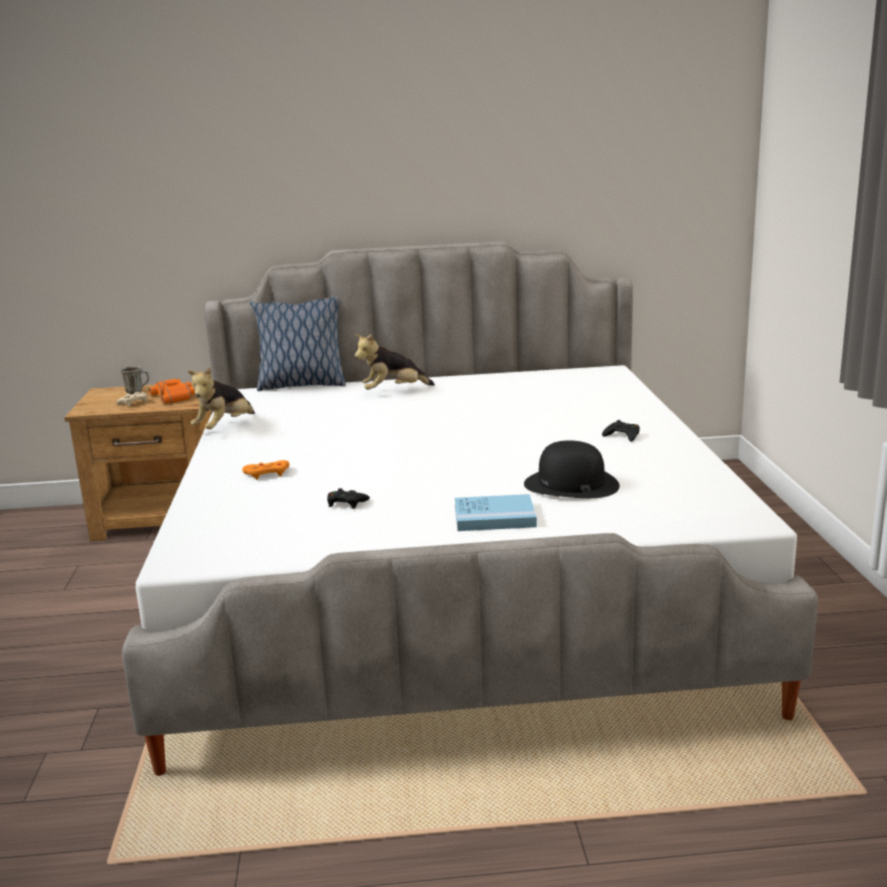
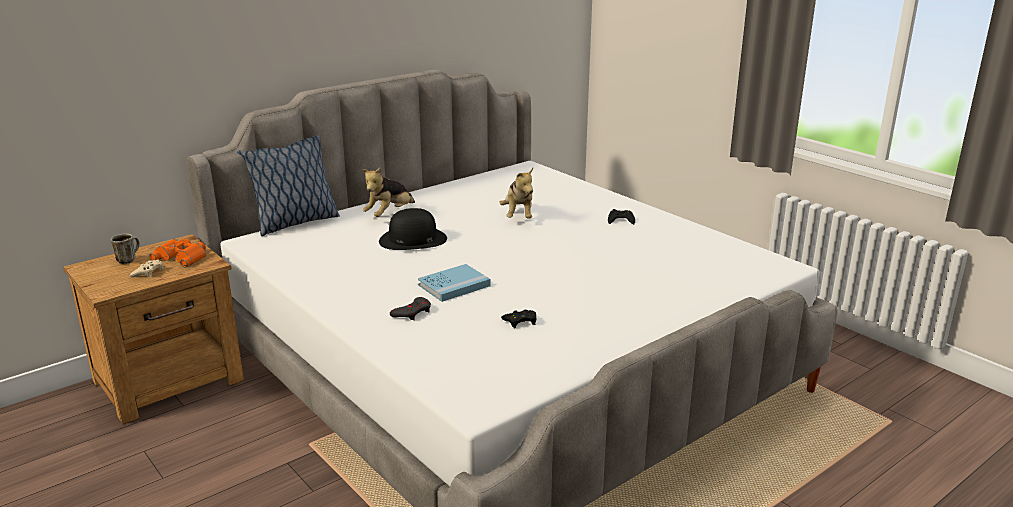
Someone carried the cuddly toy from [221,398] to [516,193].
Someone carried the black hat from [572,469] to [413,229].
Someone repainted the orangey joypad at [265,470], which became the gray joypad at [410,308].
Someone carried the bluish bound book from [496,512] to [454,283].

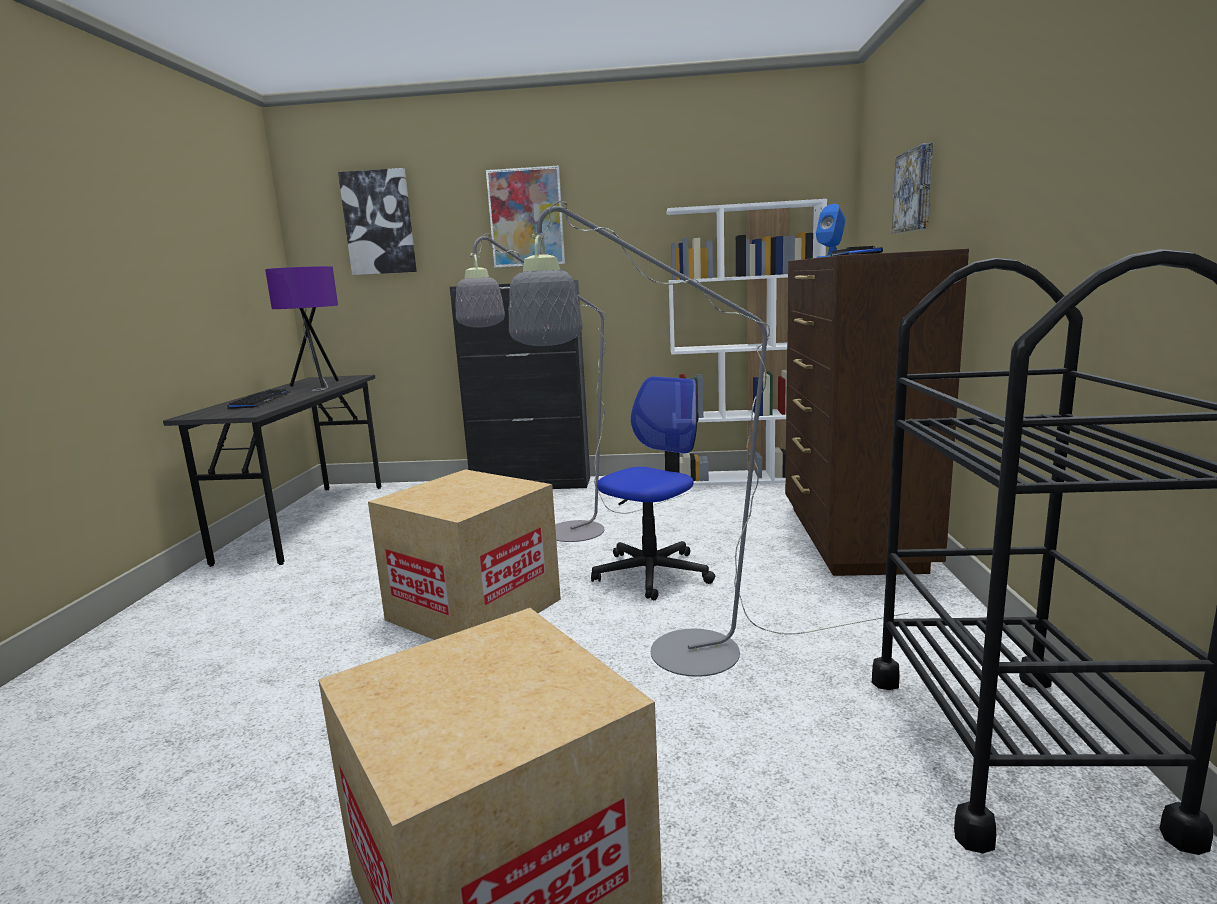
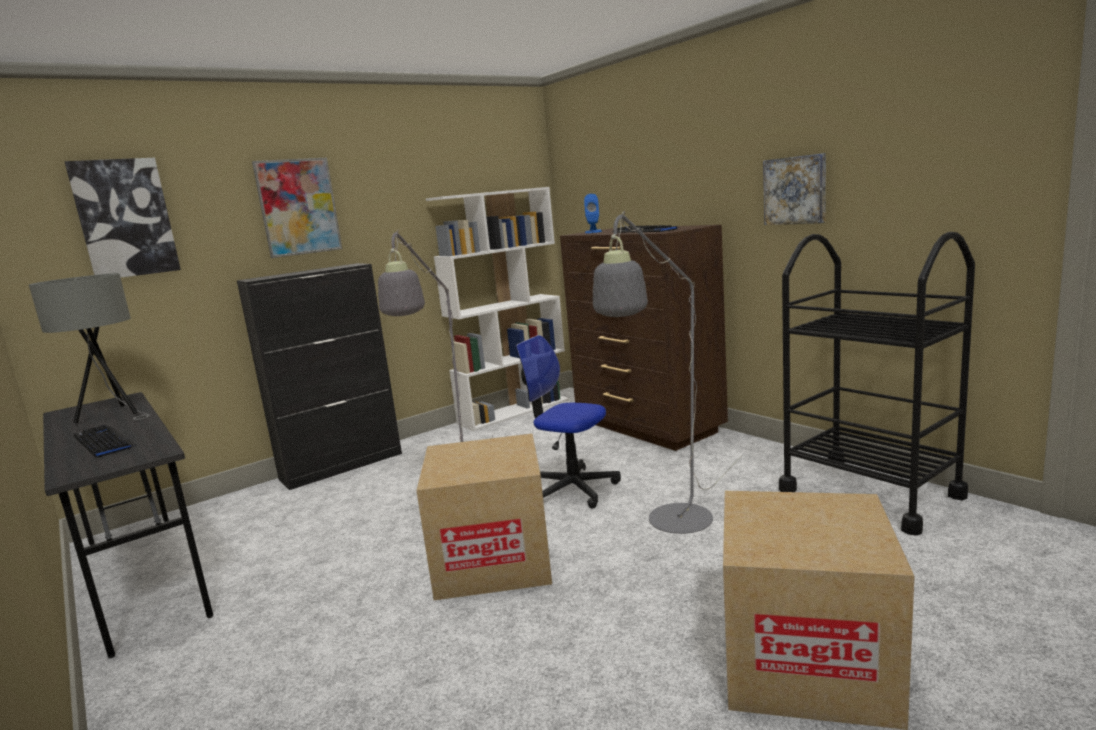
Someone carried the wall art from [912,188] to [794,189].
Someone repainted the purplish lamp for a table at [302,328], which became the gray lamp for a table at [89,348].
Someone rotated the desk chair at [653,488] by 60 degrees counterclockwise.

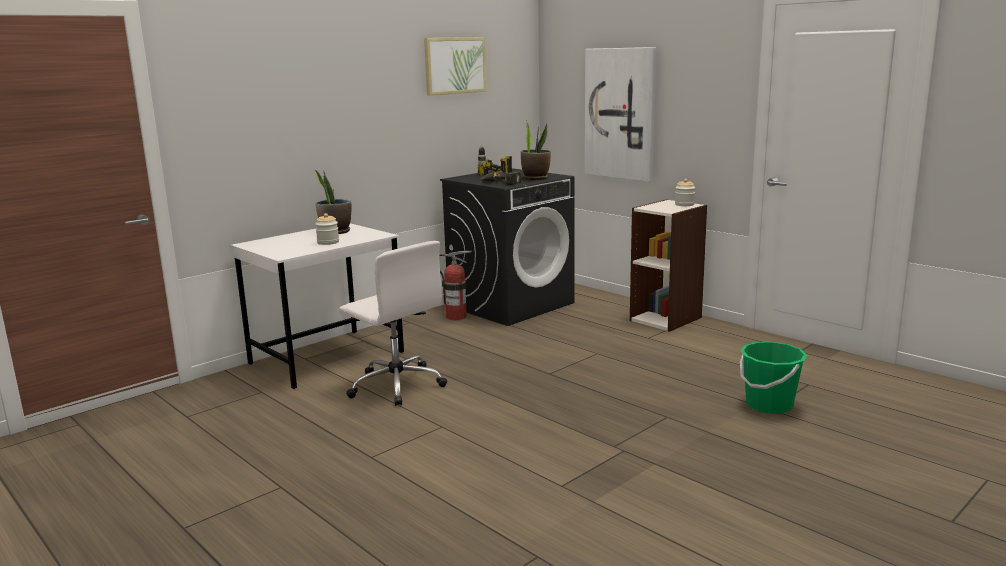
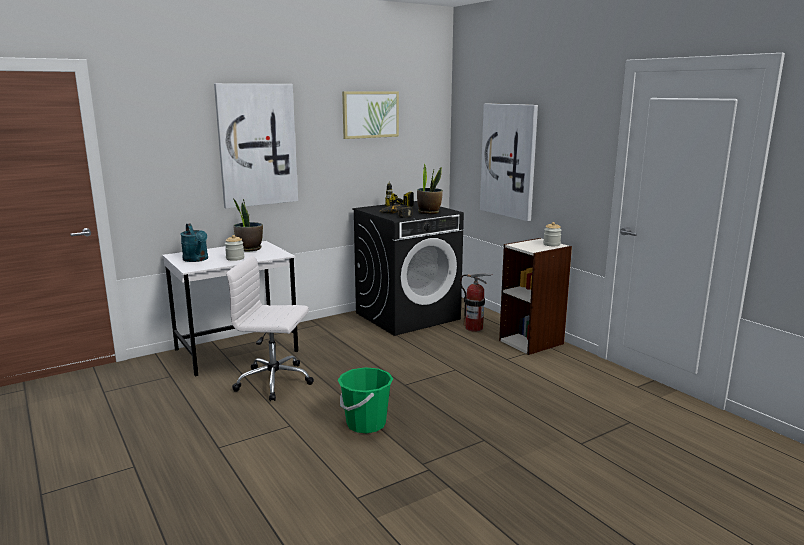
Someone rotated the white desk chair at [393,323] by 135 degrees clockwise.
Someone carried the fire-fighting cylinder from [455,285] to [476,302].
Someone carried the green water bucket from [773,378] to [365,400].
Someone put up the wall art at [256,145].
Someone put down the turquoise-coloured watering pot at [194,242].

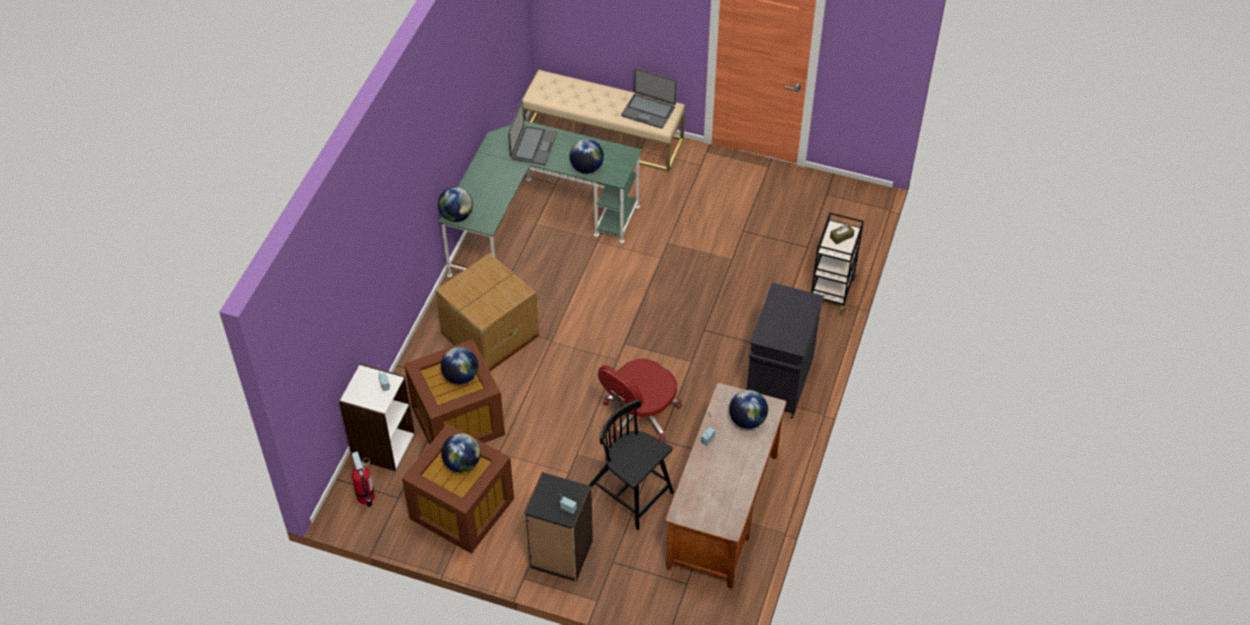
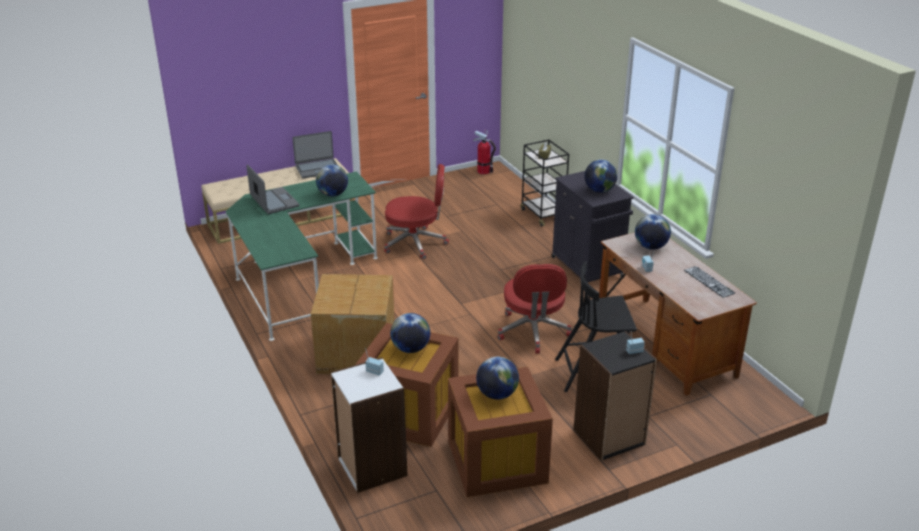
Someone carried the globe from [455,204] to [601,176].
Someone carried the fire-fighting cylinder from [363,479] to [484,151].
Someone put down the red desk chair at [416,211].
Someone put down the keyboard at [709,282].

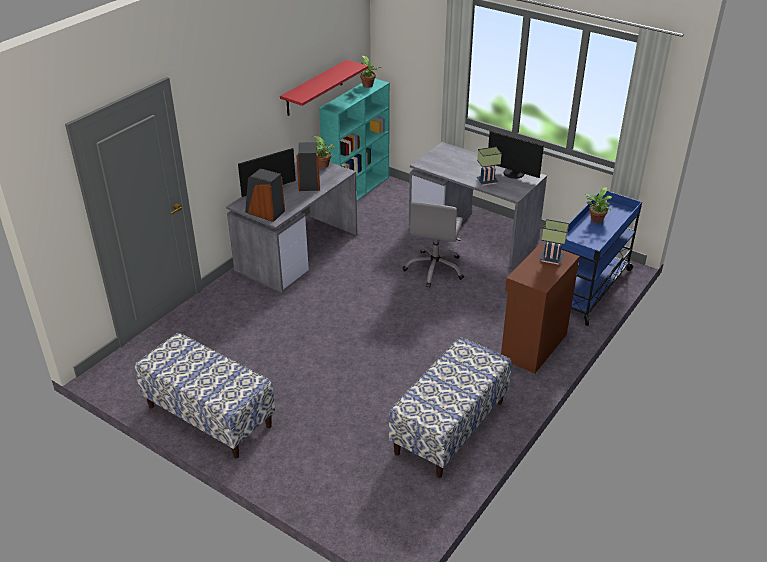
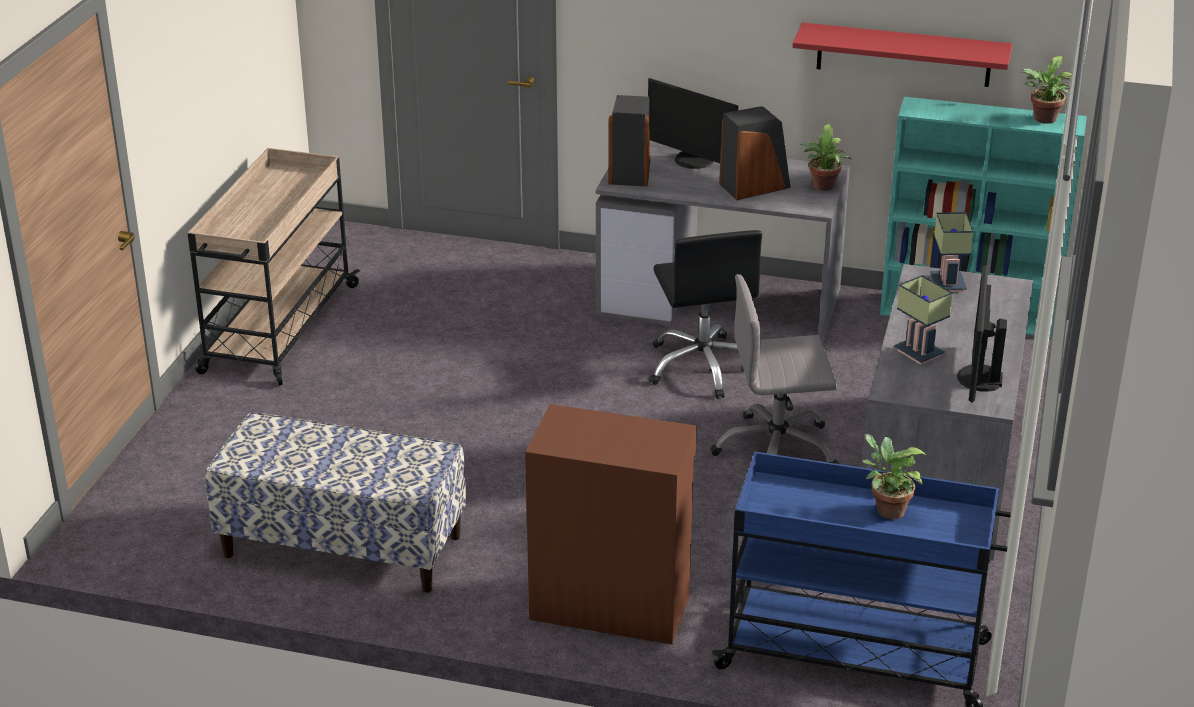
Someone carried the lamp for a table from [554,242] to [952,252].
Someone swapped the indoor bench at [205,395] for the sand-coloured wheeled cart at [273,267].
Someone put down the black desk chair at [705,314].

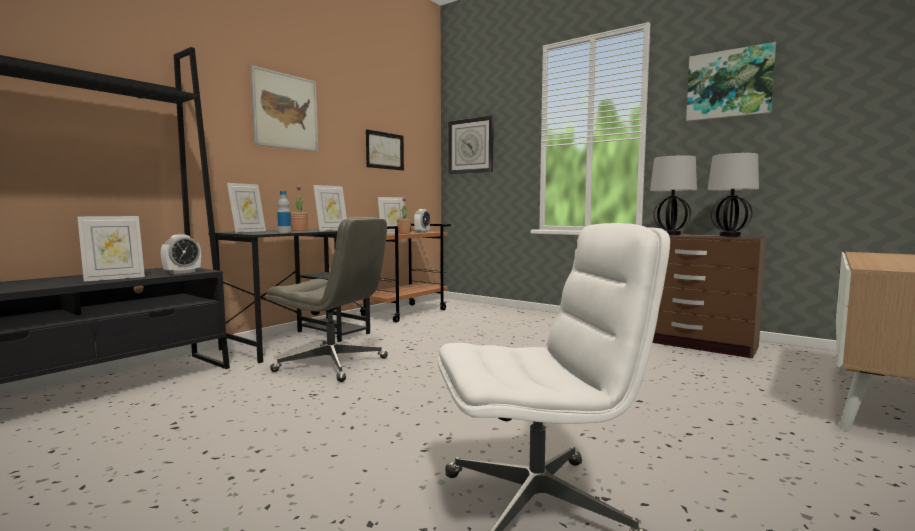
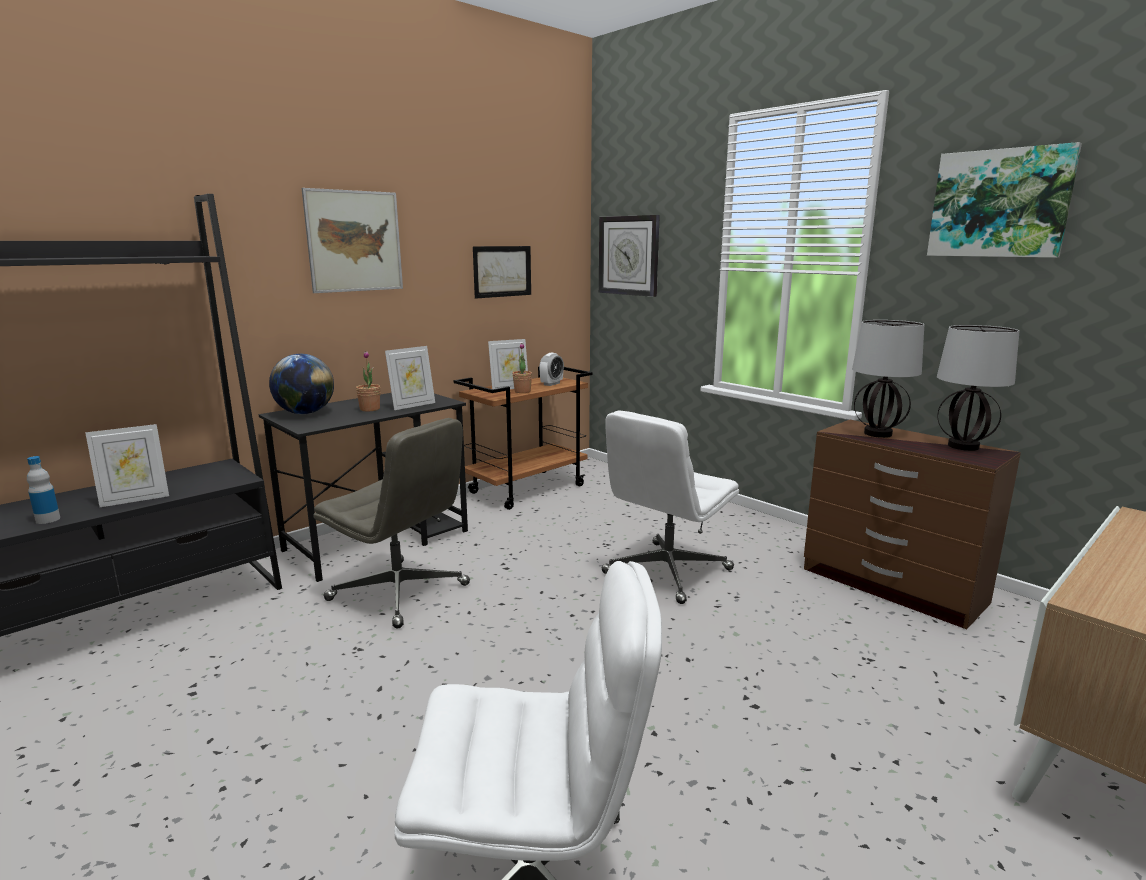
Someone swapped the picture frame at [246,208] for the globe at [301,384].
Someone carried the beverage bottle from [284,212] to [43,490].
Someone took away the alarm clock at [181,254].
Someone put down the white desk chair at [670,507].

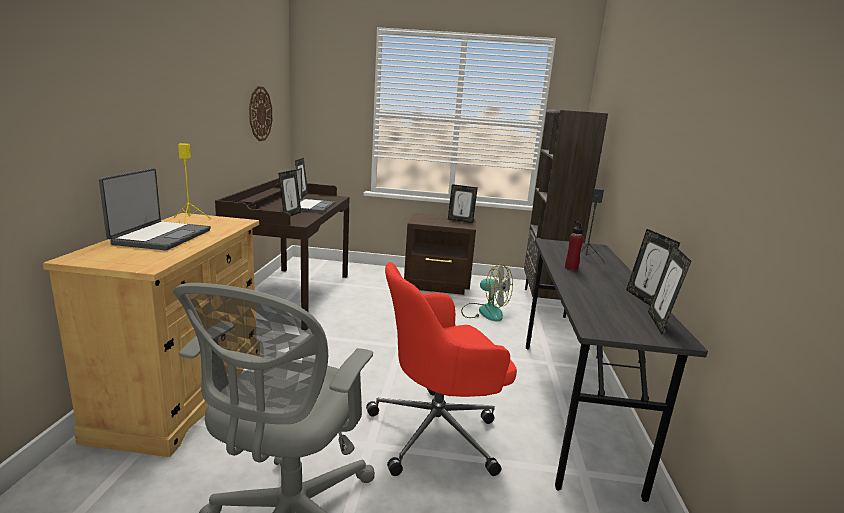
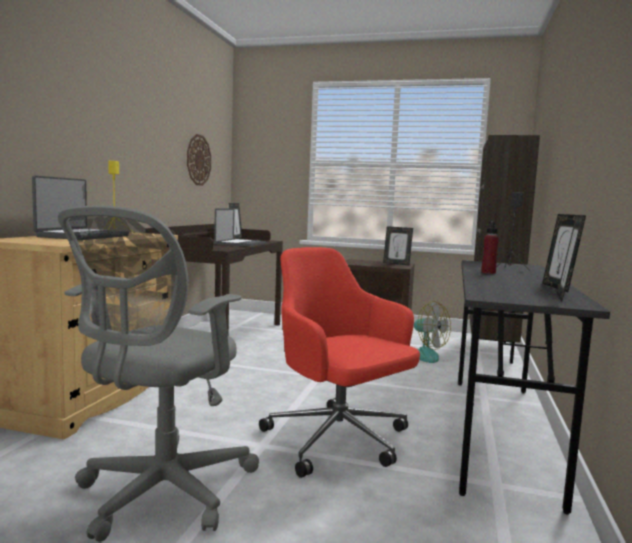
Someone took away the picture frame at [289,193].
Someone rotated the red desk chair at [441,369] by 60 degrees clockwise.

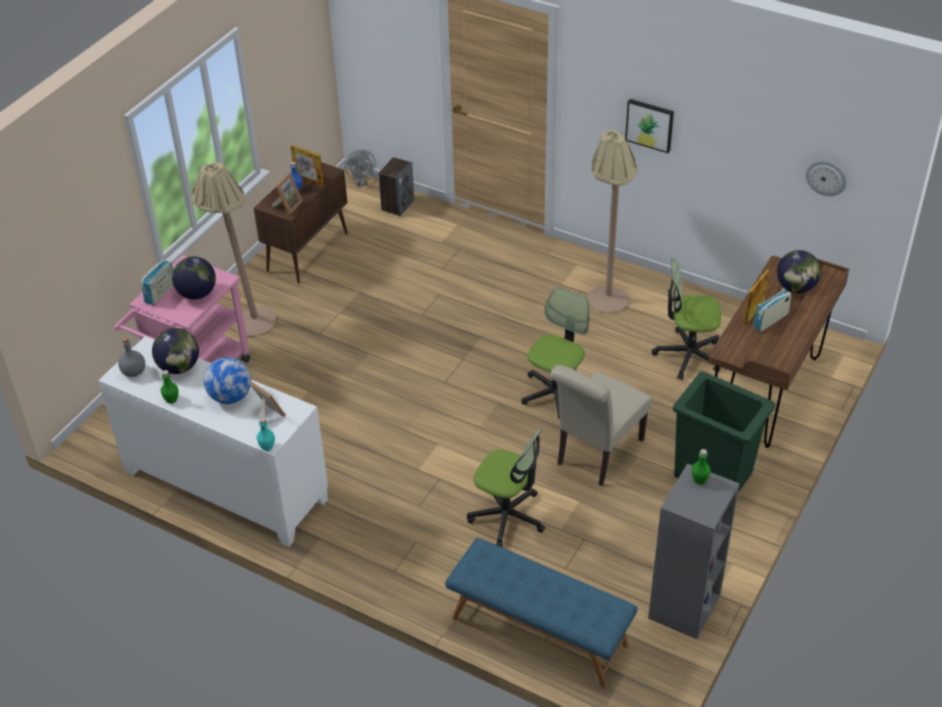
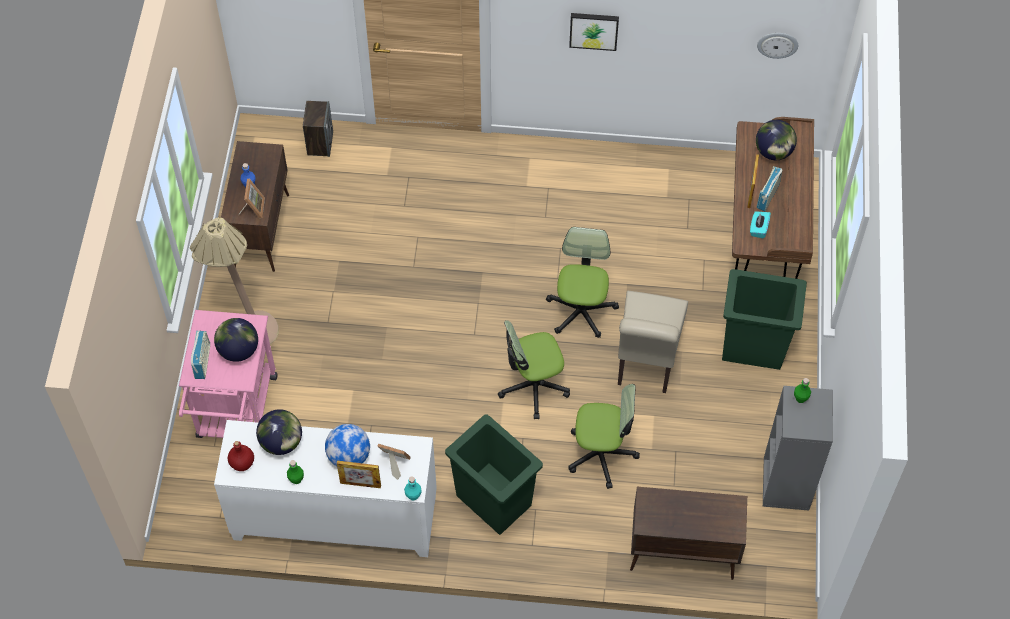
Someone took away the sand-coloured floor lamp at [612,221].
Someone carried the picture frame from [307,166] to [359,474].
Someone took away the gray fan at [359,168].
Someone carried the desk chair from [686,319] to [534,369].
Someone repainted the gray beverage bottle at [131,357], which became the red beverage bottle at [241,456].
Someone swapped the bluish indoor bench at [541,613] for the brown cupboard at [688,533].
Someone put down the turquoise-coloured tissue holder at [760,224].
Someone put down the green rubbish bin at [494,474].

